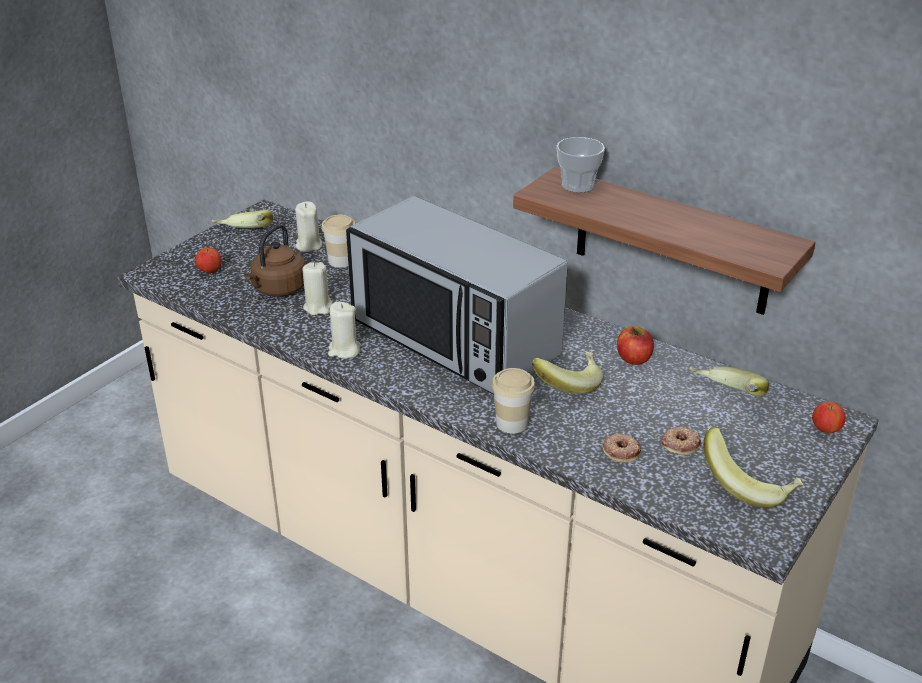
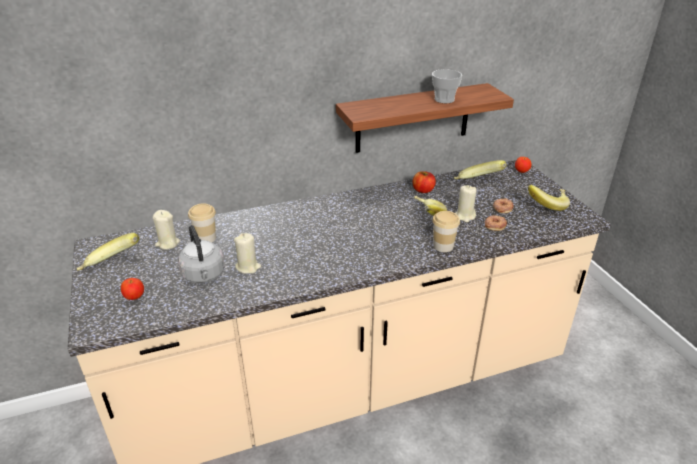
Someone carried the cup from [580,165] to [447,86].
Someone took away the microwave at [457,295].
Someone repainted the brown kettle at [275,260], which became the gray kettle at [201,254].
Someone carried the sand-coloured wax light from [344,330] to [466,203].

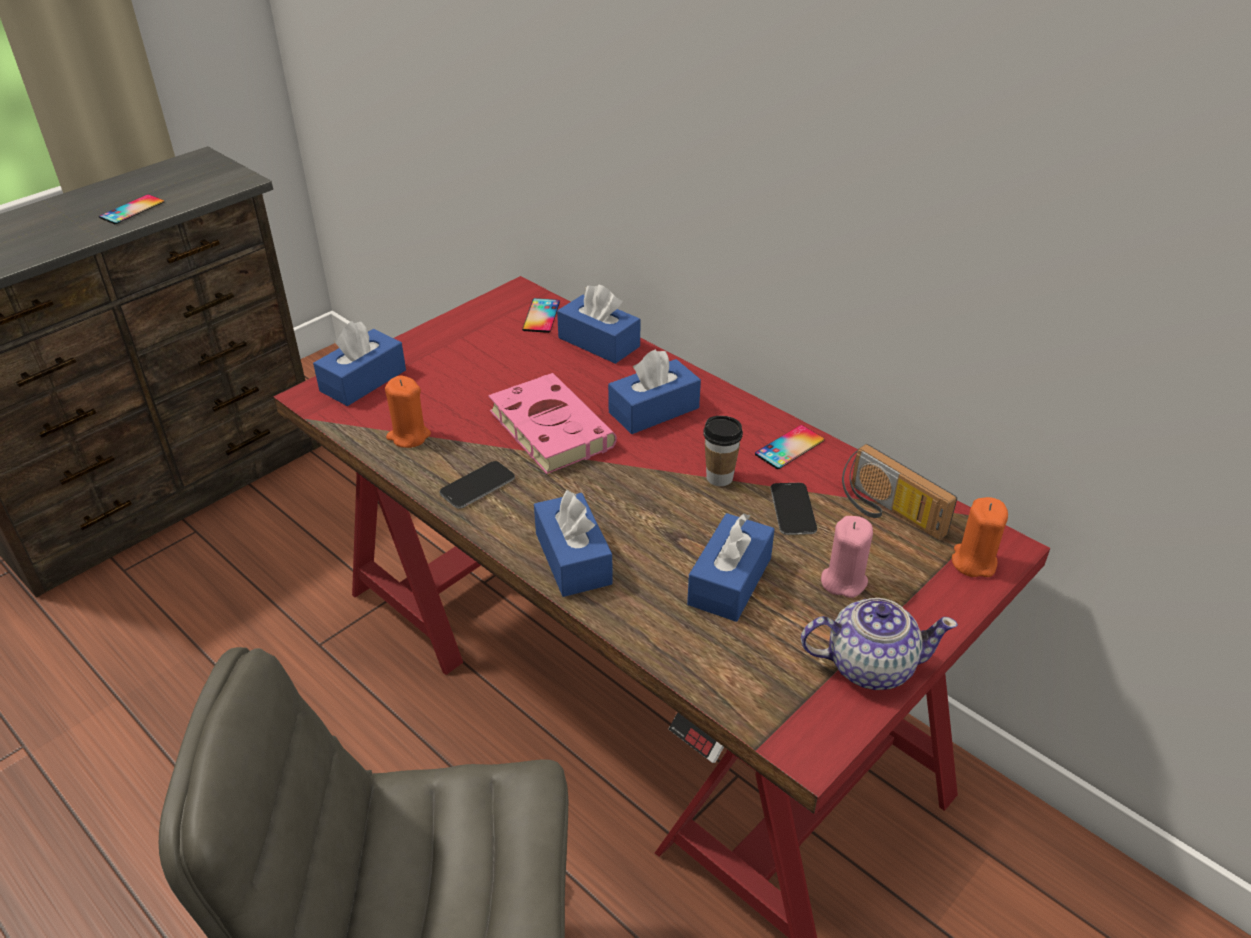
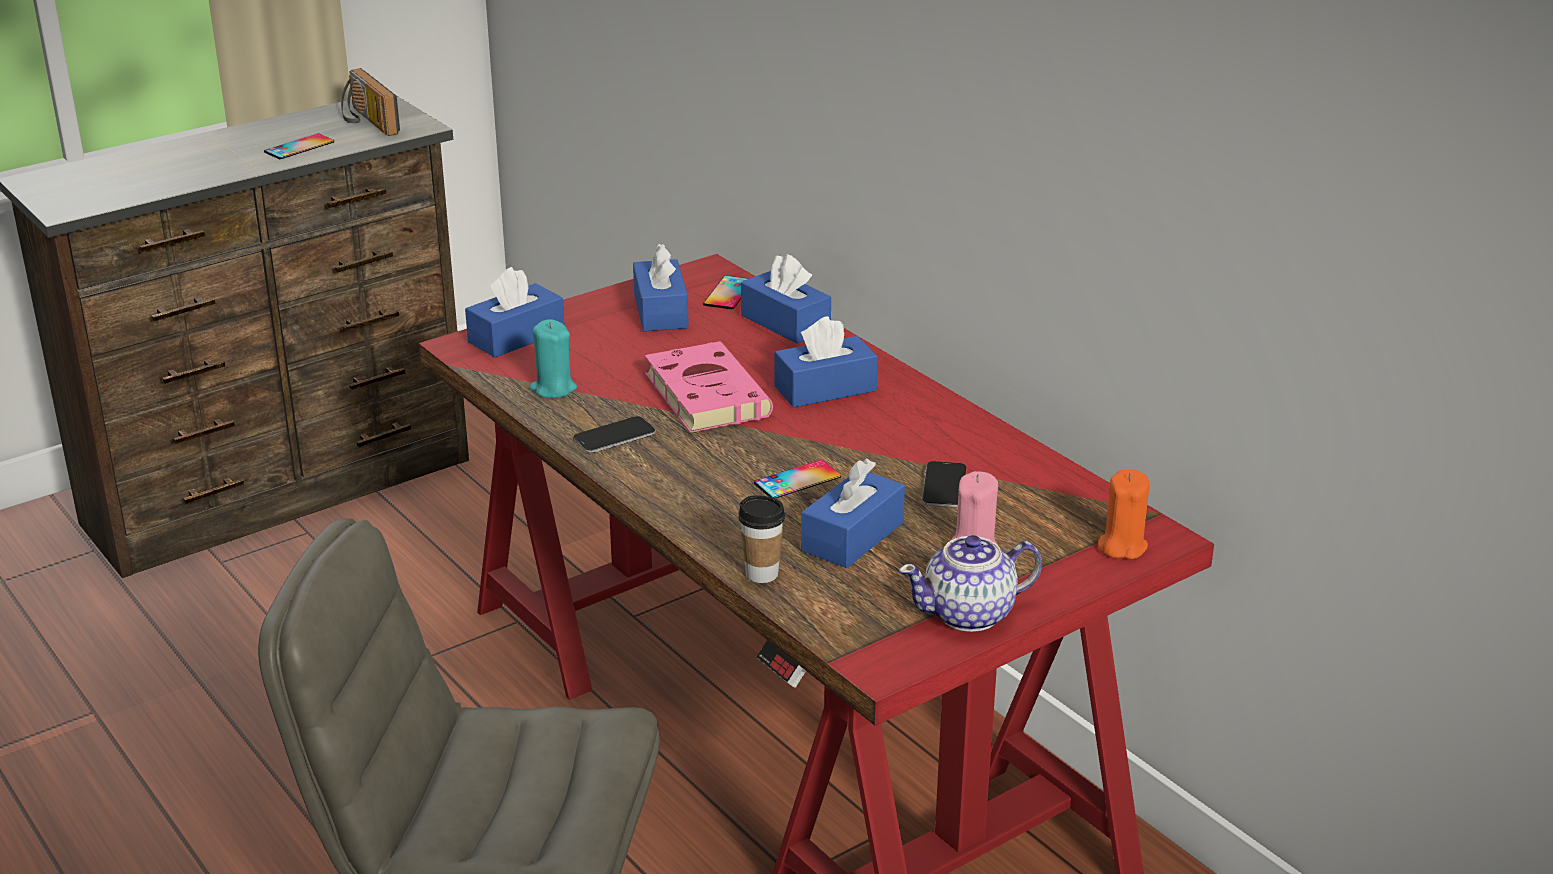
Someone repainted the orangey wax light at [408,412], which became the turquoise-coloured wax light at [553,358].
Someone carried the cup from [723,451] to [761,539].
Someone carried the telephone from [789,447] to [797,479].
Someone carried the radio set from [899,492] to [370,102].
Someone carried the bluish tissue holder from [573,543] to [661,288].
Someone rotated the teapot at [879,644] by 150 degrees clockwise.

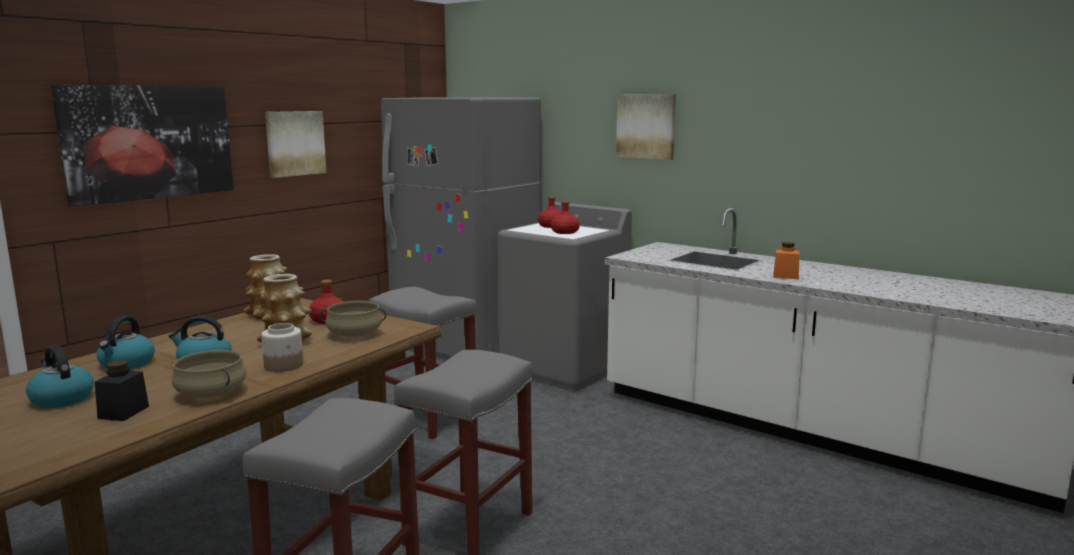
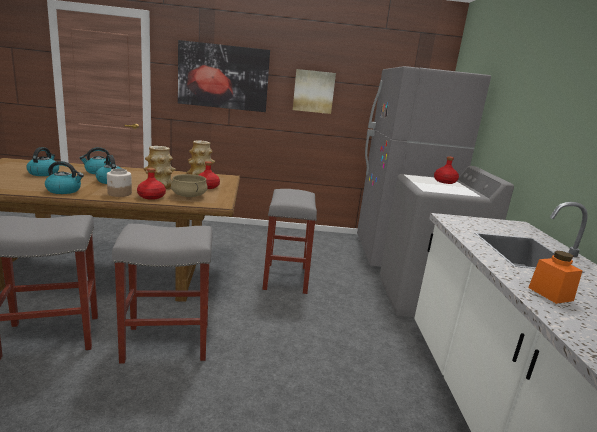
Someone took away the wall art at [646,127].
Someone carried the red beverage bottle from [565,217] to [151,184].
Someone swapped the sand-coloured saucepot at [209,374] for the kettle at [64,177].
Someone took away the black storage jar at [122,390].

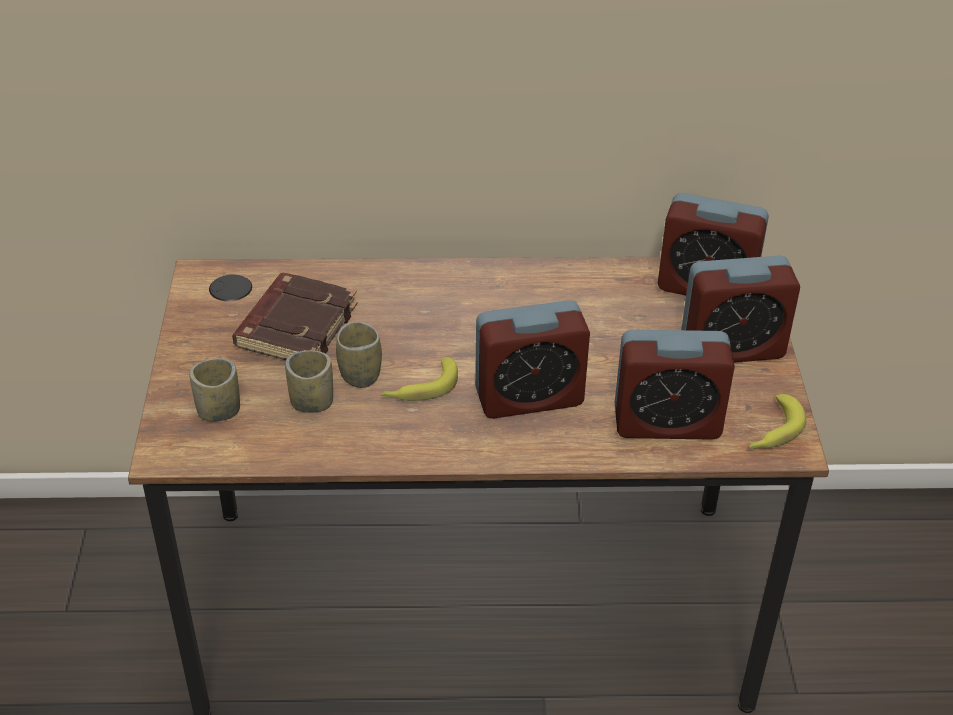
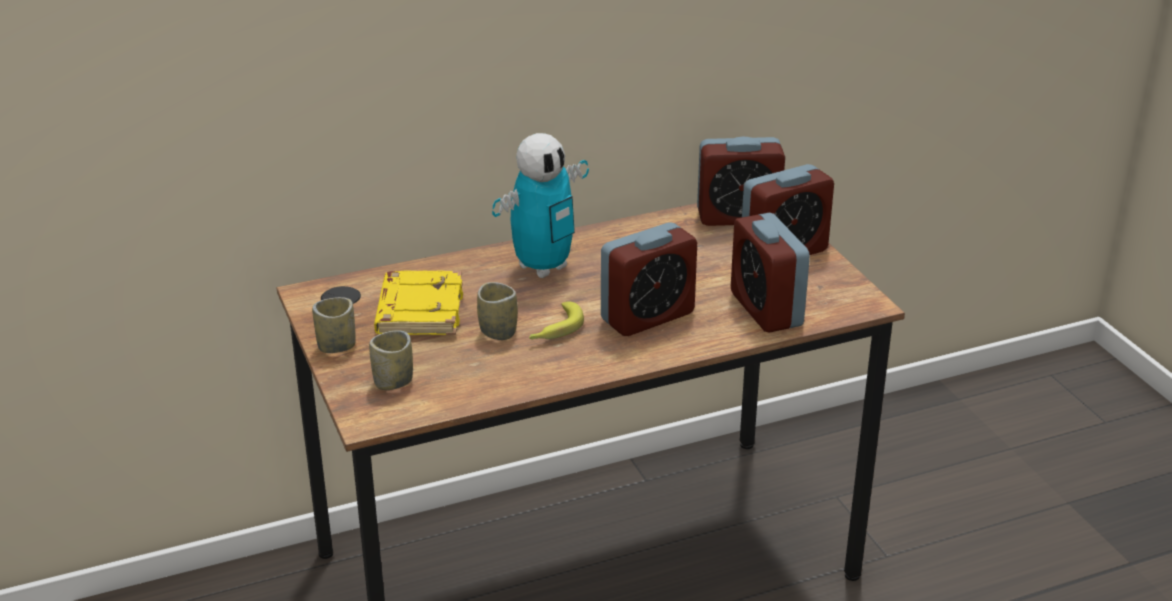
Someone repainted the brown bound book at [295,316], which became the yellowish bound book at [418,302].
Someone rotated the alarm clock at [675,385] by 90 degrees clockwise.
Someone carried the cup from [309,381] to [334,325].
Someone took away the banana fruit at [777,421].
Someone put down the model robot at [540,205].

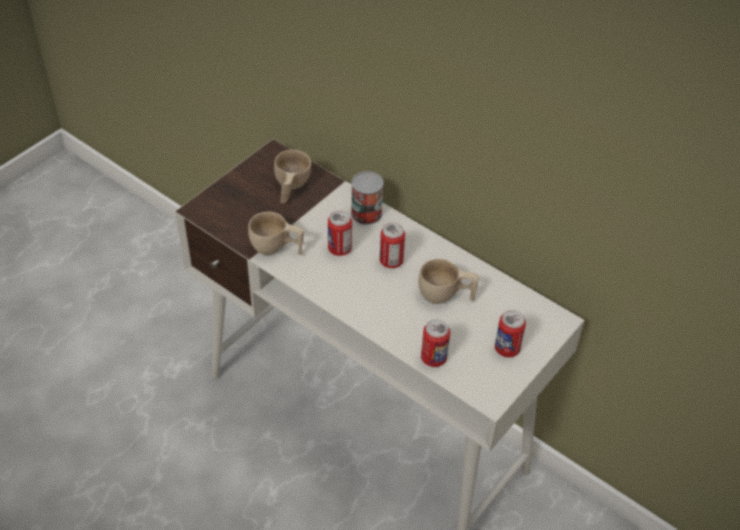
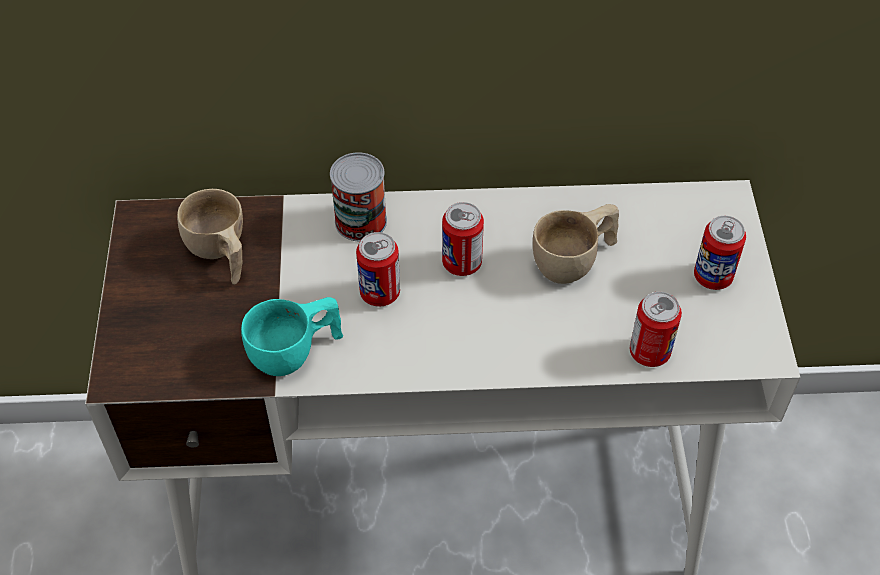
Someone repainted the sand-coloured cup at [275,233], which became the turquoise-coloured cup at [292,336].

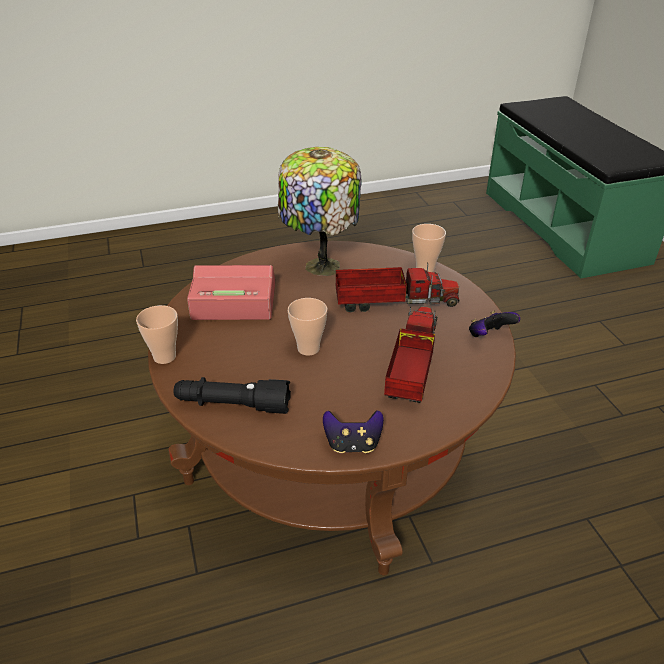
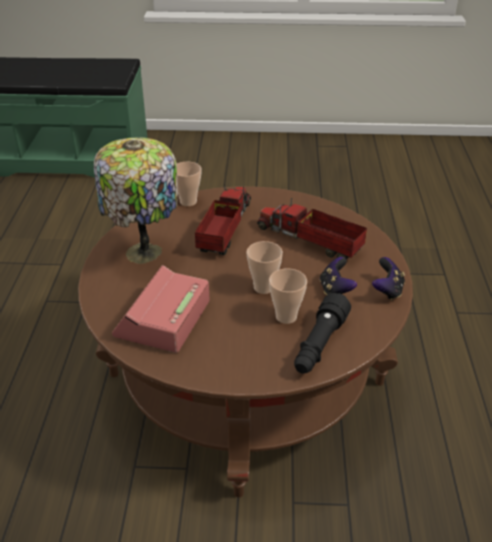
Someone carried the cup from [157,334] to [288,296].
Someone carried the joypad from [494,324] to [338,276].

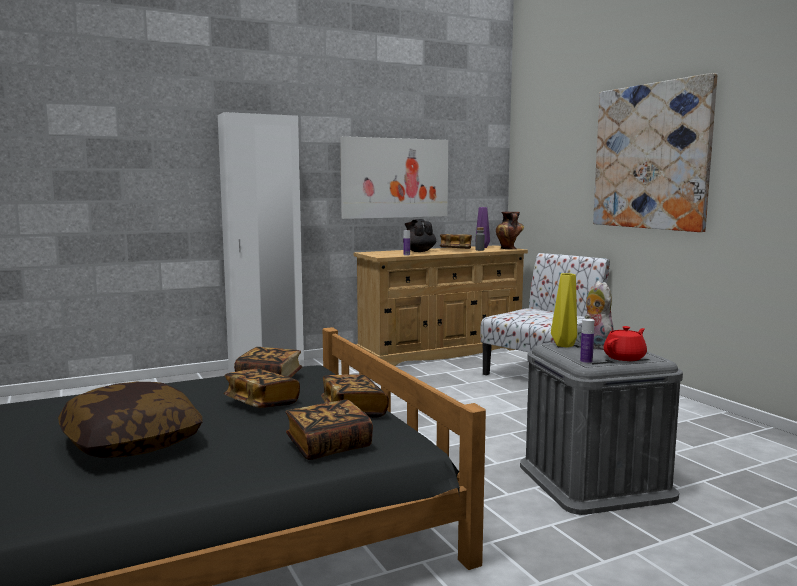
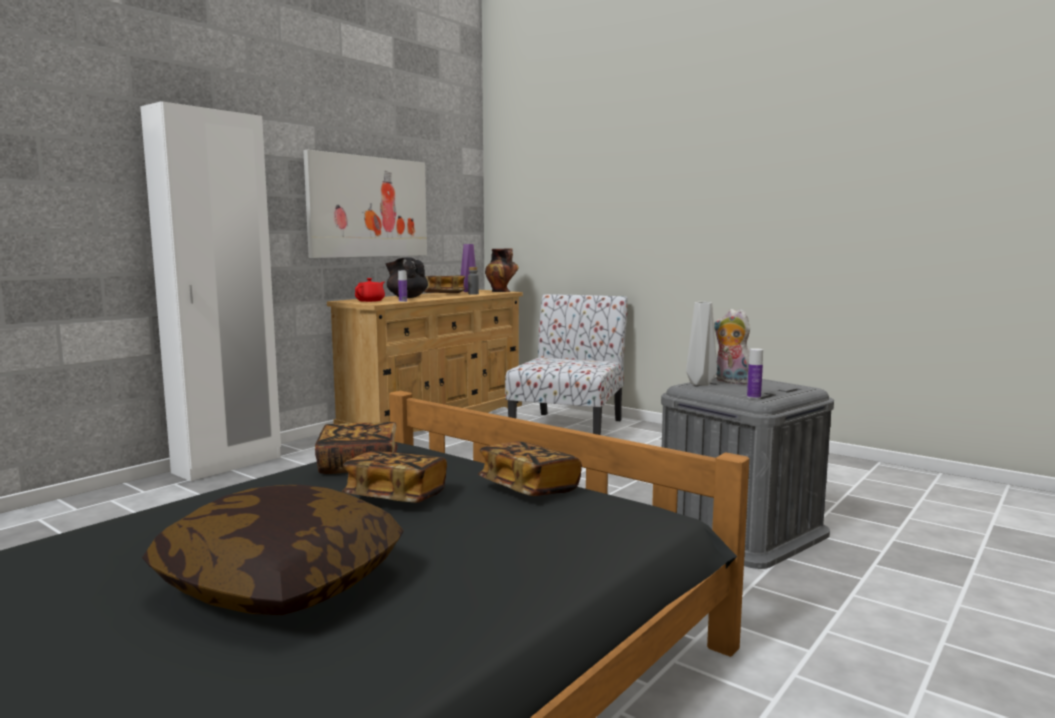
Someone took away the wall art at [655,152].
Someone repainted the yellowish decorative vase at [564,310], which became the gray decorative vase at [701,344].
Someone carried the red teapot from [625,343] to [370,290].
Someone took away the bound book at [329,430].

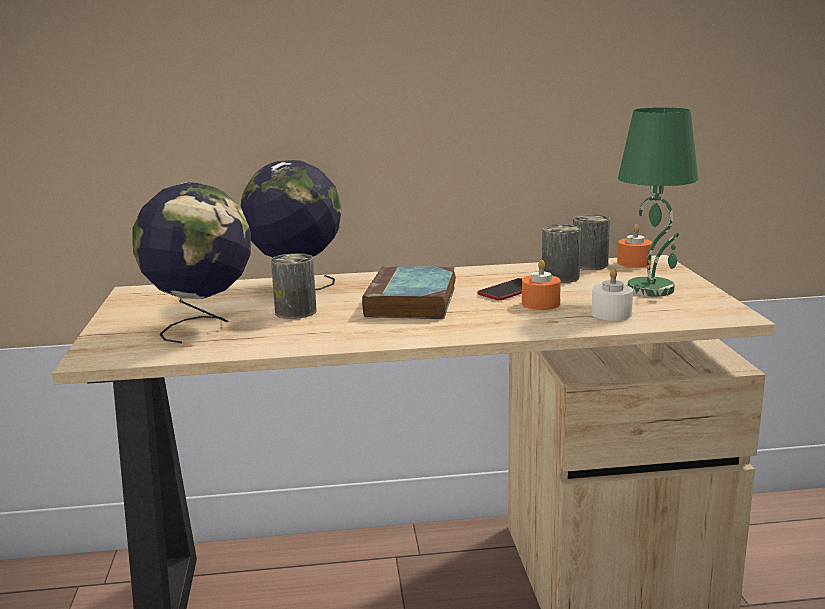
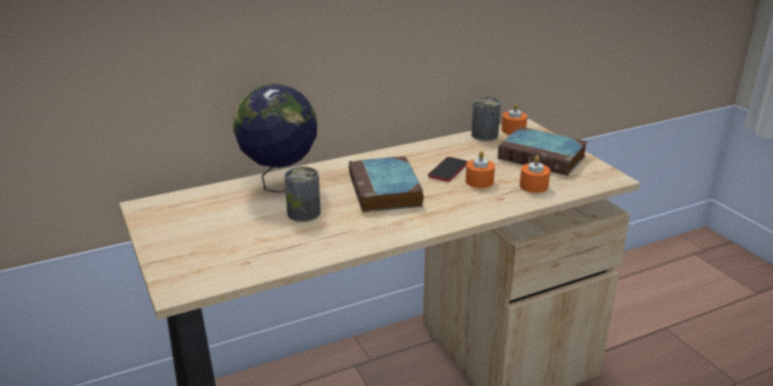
Someone swapped the green lamp for a table at [658,201] for the bound book at [543,151].
Someone took away the globe at [191,262].
Someone took away the can at [561,253].
Someone repainted the white wax light at [612,294], which became the orangey wax light at [535,174].

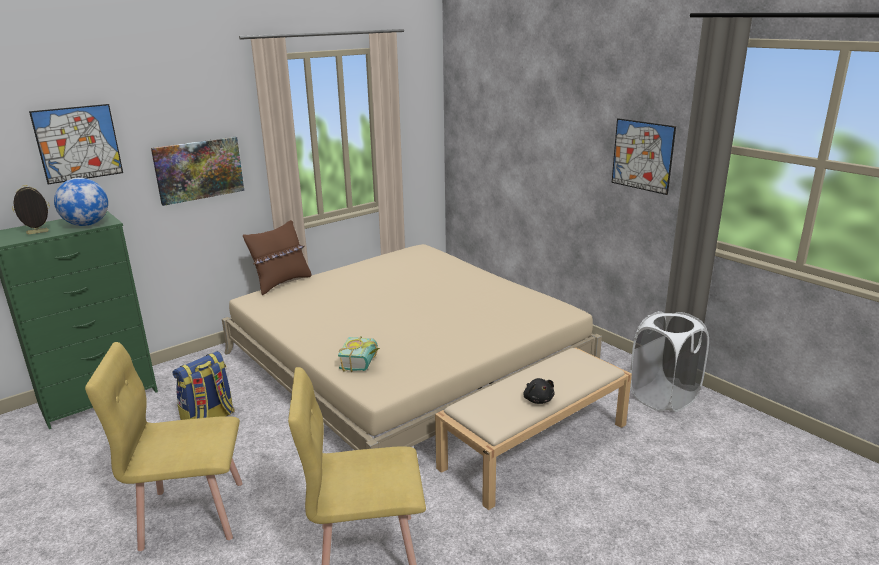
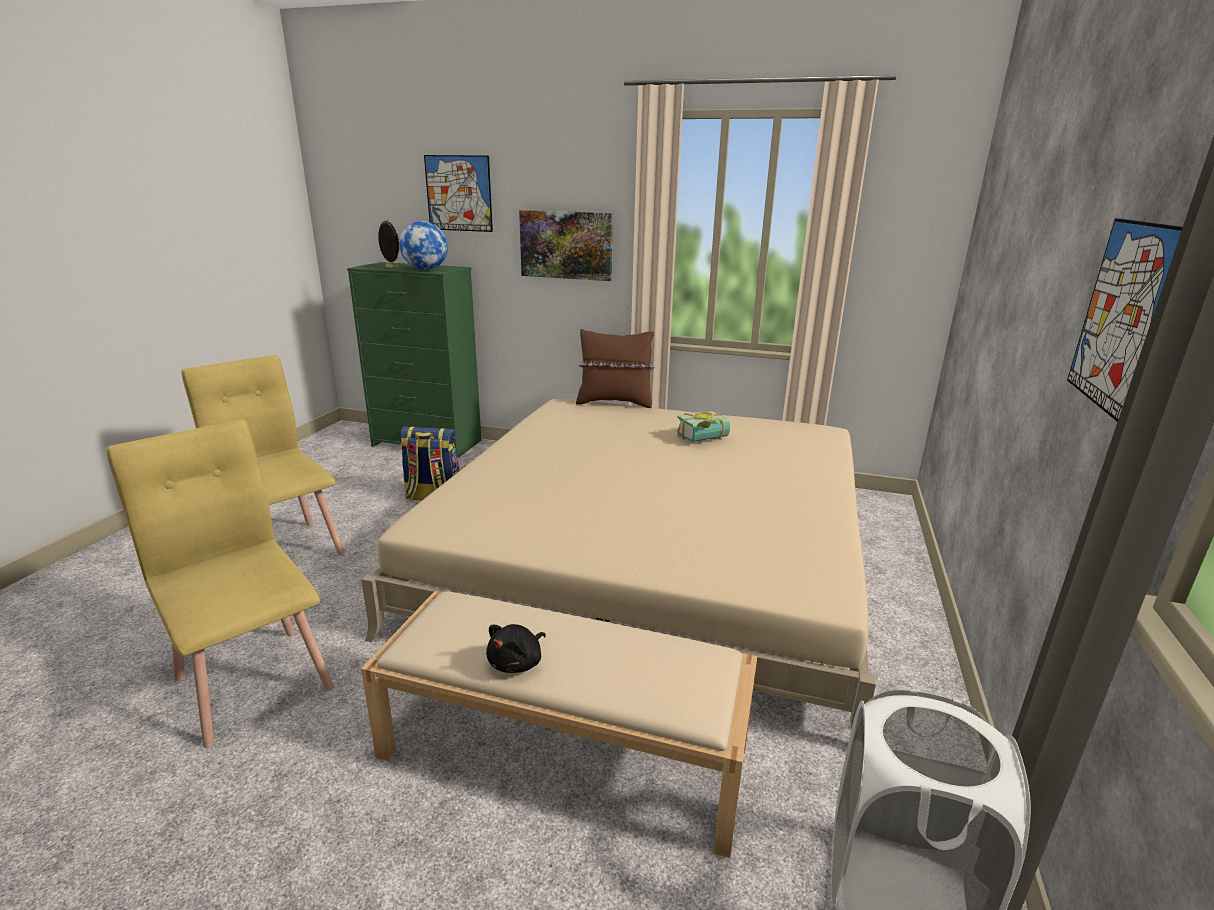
Someone carried the bound book from [359,354] to [703,426].

